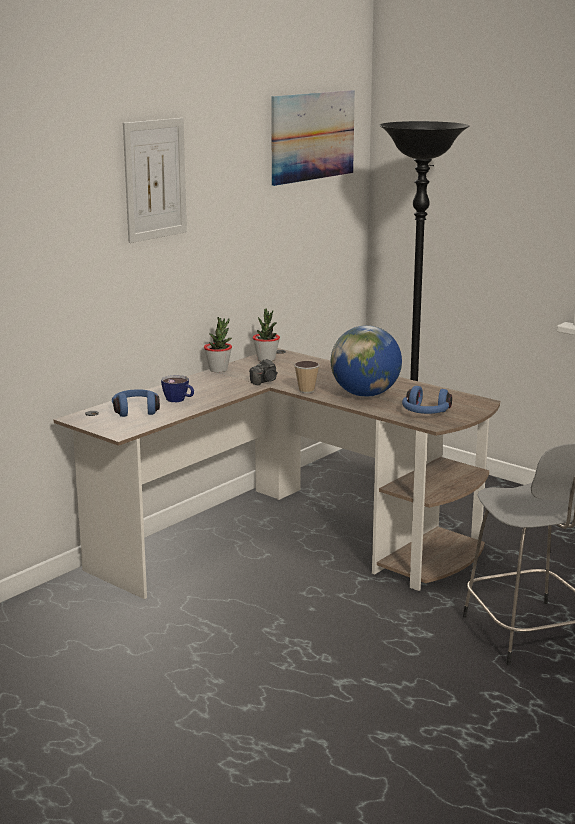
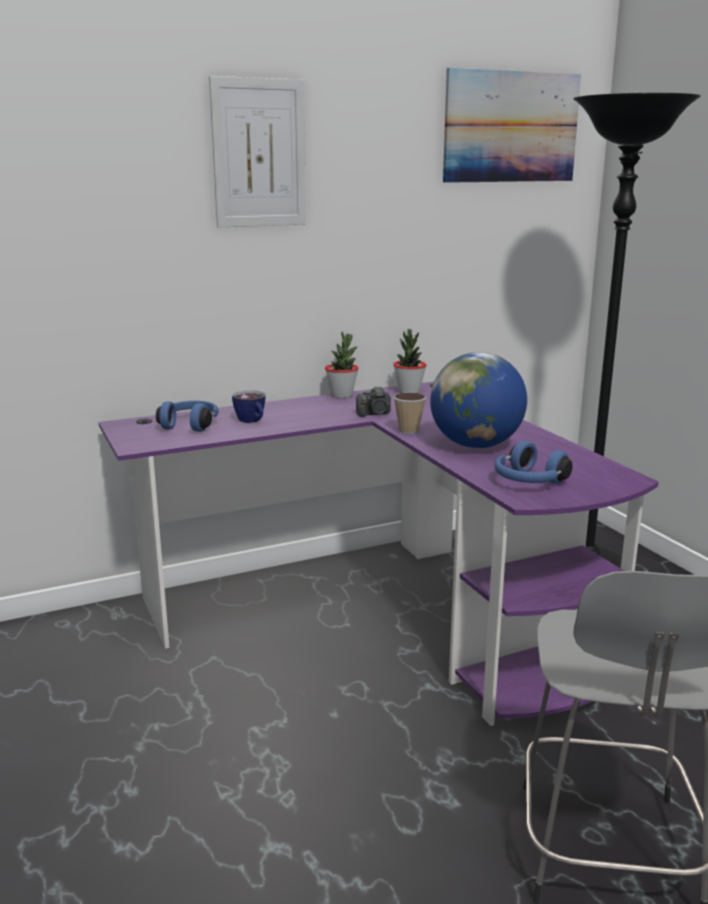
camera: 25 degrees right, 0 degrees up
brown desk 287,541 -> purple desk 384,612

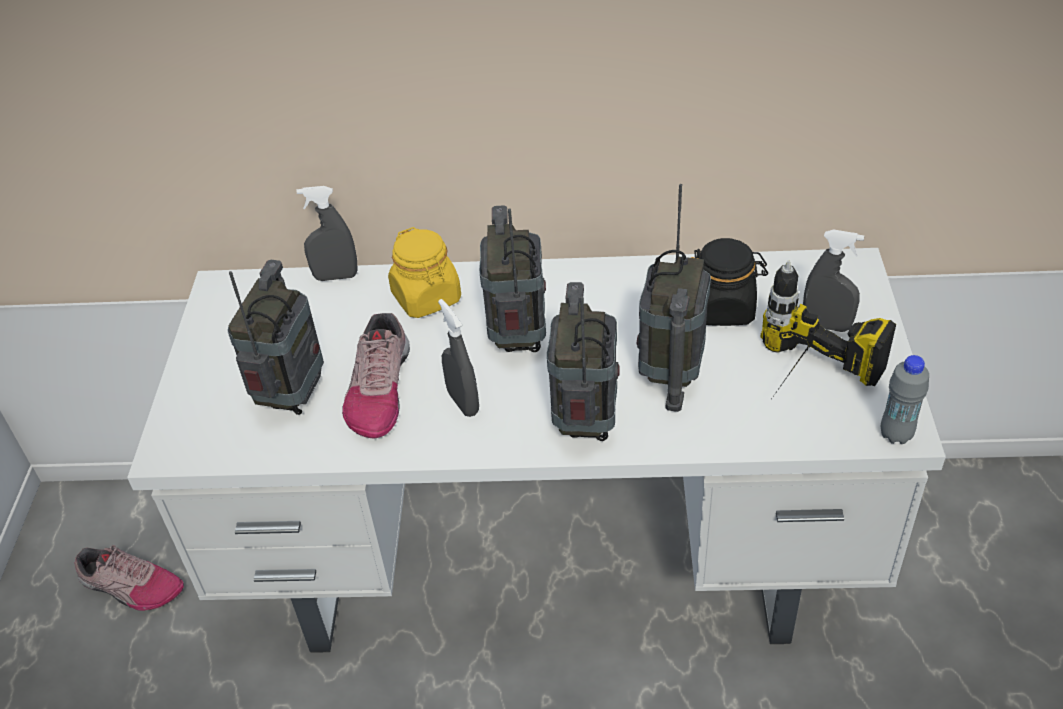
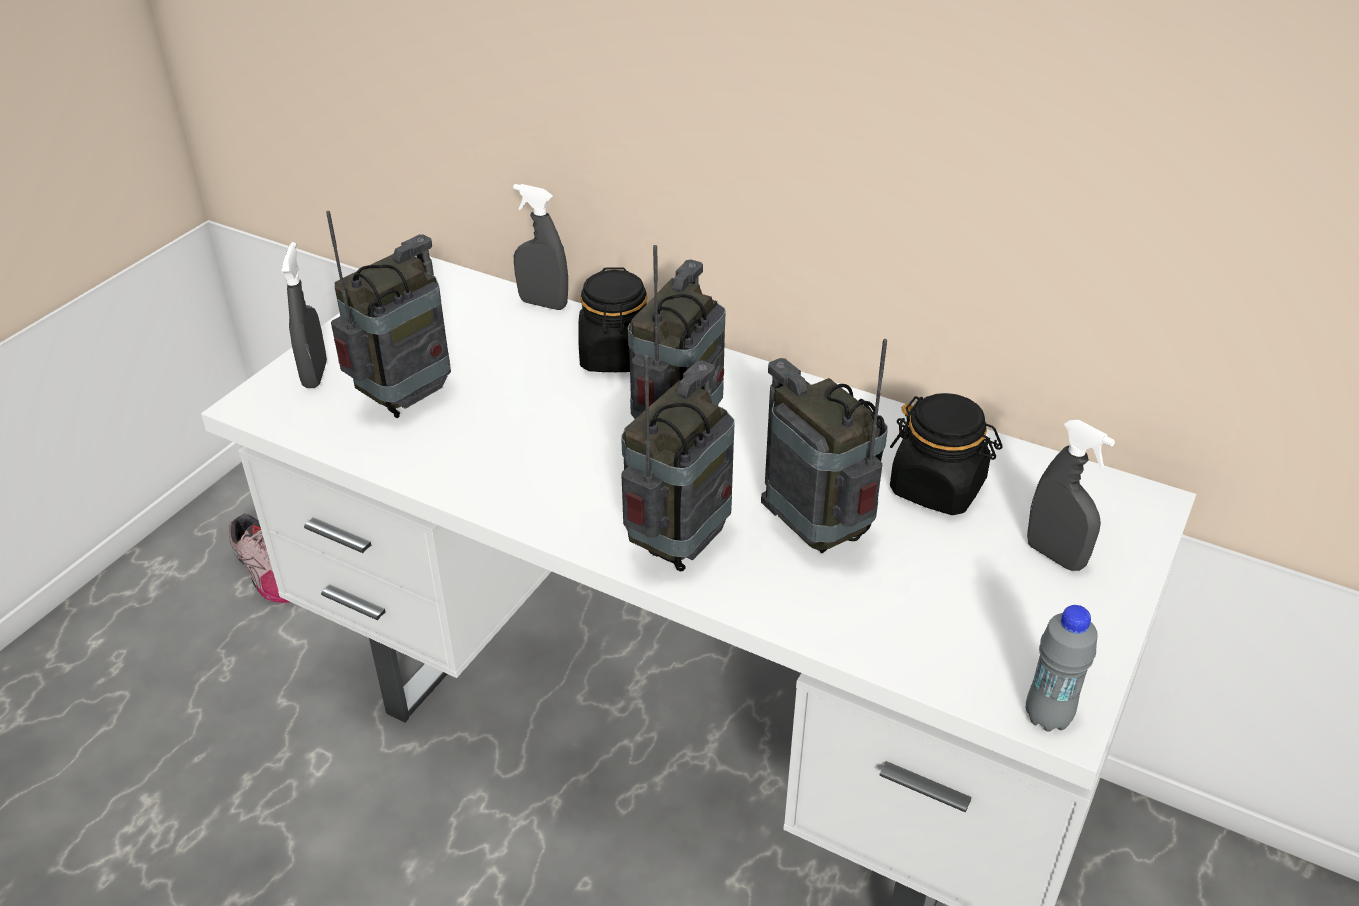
camera: 25 degrees right, 5 degrees down
radio 670,373 -> radio 817,533, 105 degrees clockwise
yellow jar 427,298 -> black jar 616,356
power drill 800,388 -> none
grey spray bottle 463,403 -> grey spray bottle 315,375, moved
shoe 379,389 -> none

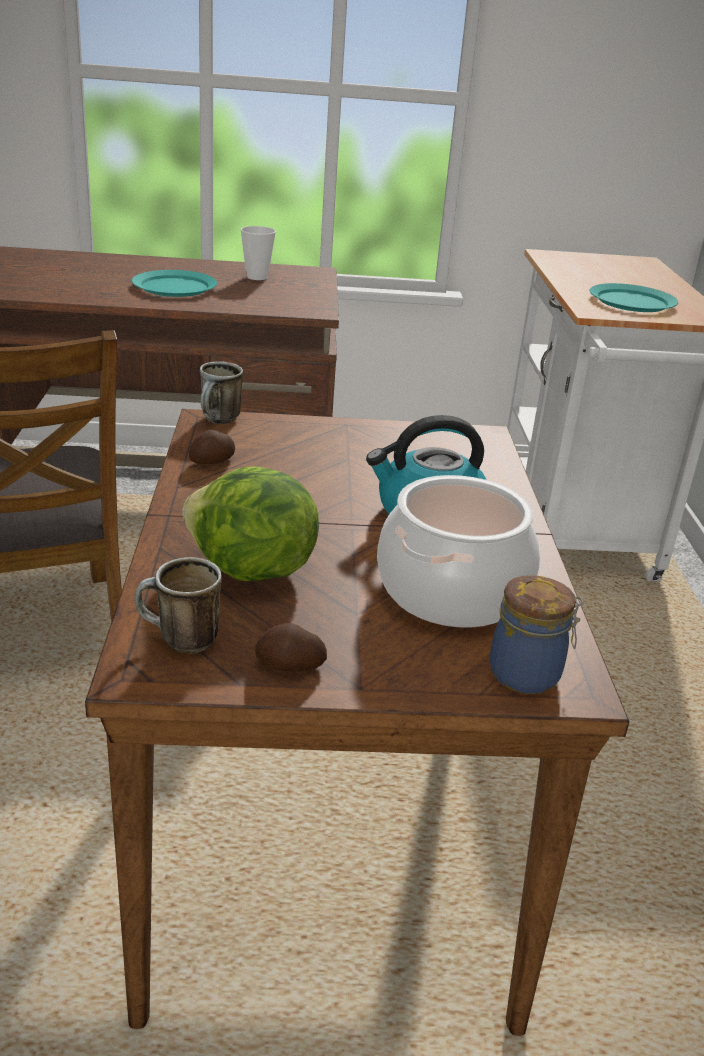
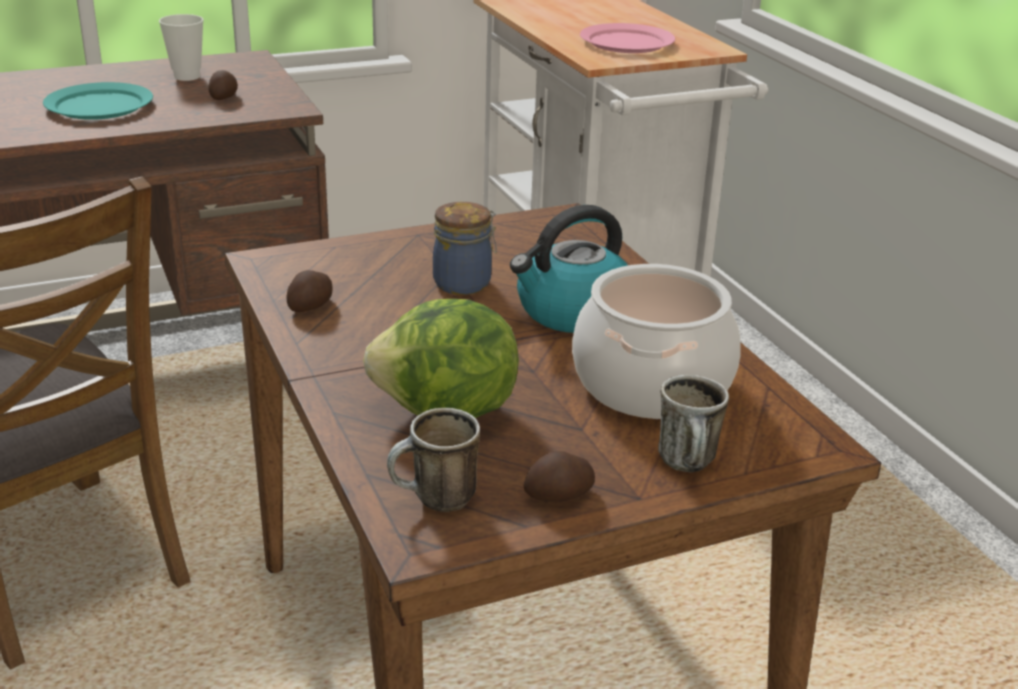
camera: 20 degrees left, 0 degrees up
turquoise plate 632,302 -> pink plate 627,42
mug 219,421 -> mug 690,466, moved
jar 527,674 -> jar 464,283, moved
none -> potato 225,97

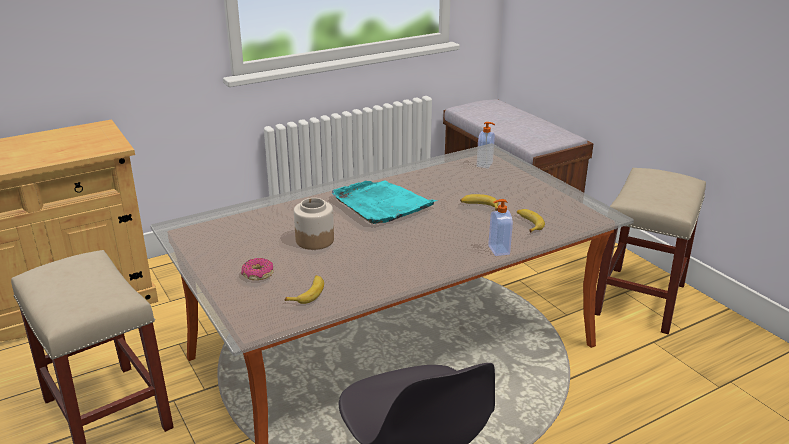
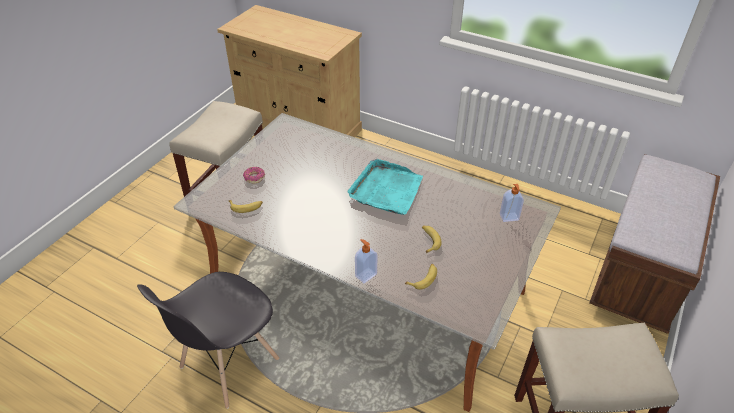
camera: 60 degrees right, 15 degrees up
jar 314,240 -> none

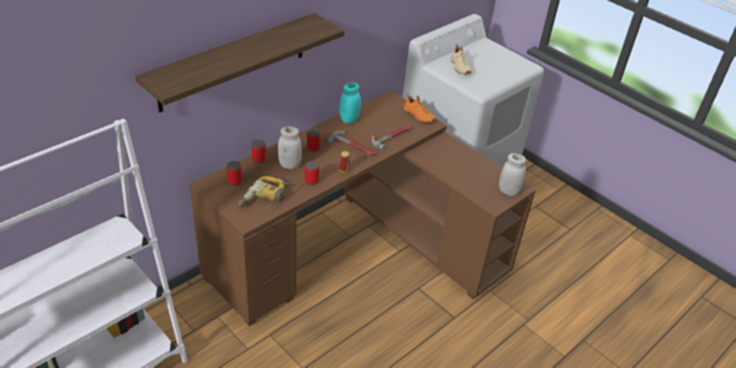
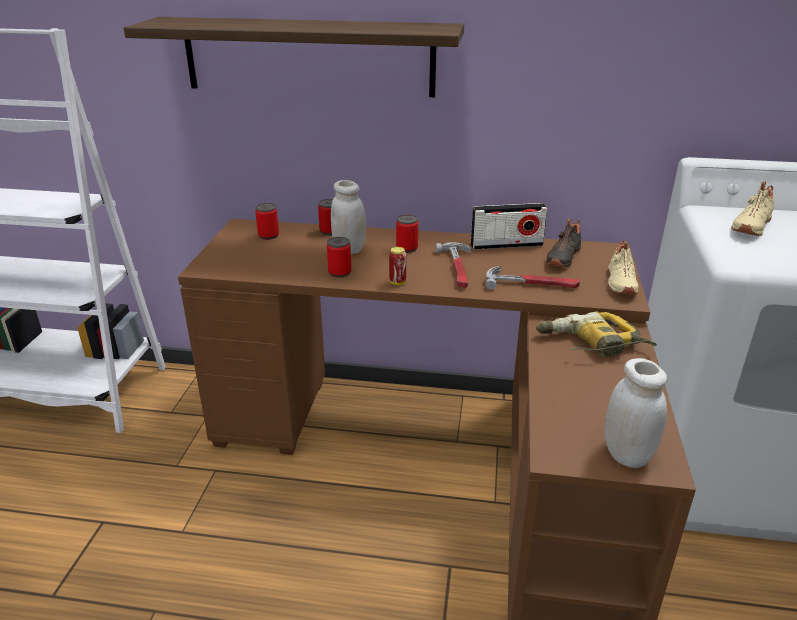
camera: 55 degrees right, 10 degrees down
turquoise jar 349,119 -> radio 506,245
orange shoe 418,116 -> beige shoe 619,282
power drill 267,198 -> power drill 591,344, moved
none -> black shoe 562,257

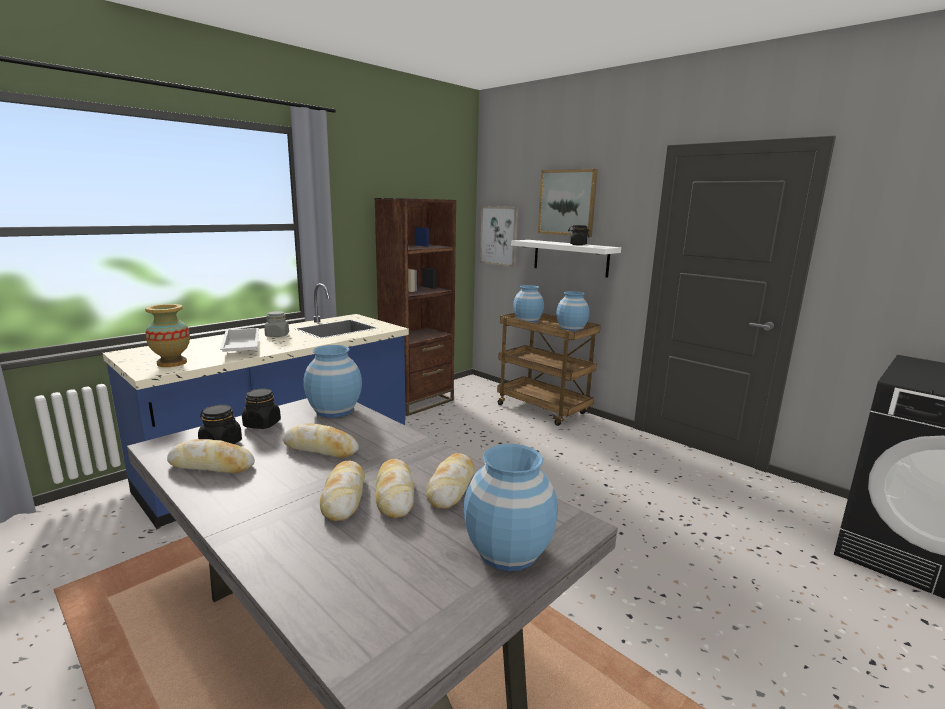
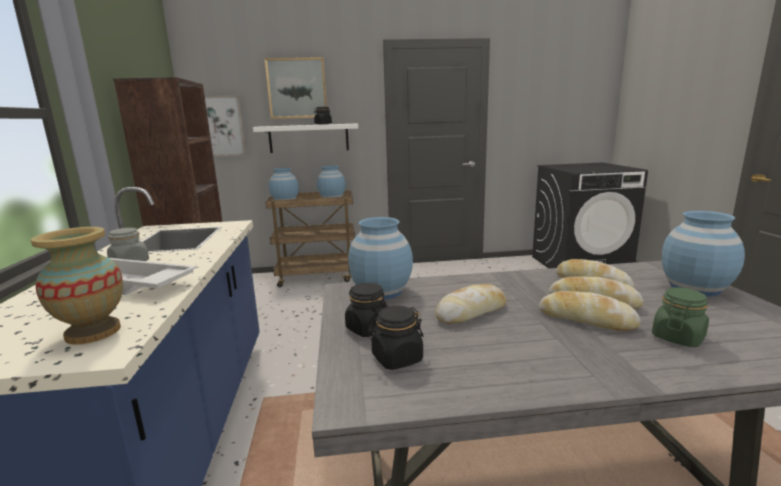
camera: 50 degrees left, 0 degrees up
bread 212,465 -> none
none -> green jar 678,337

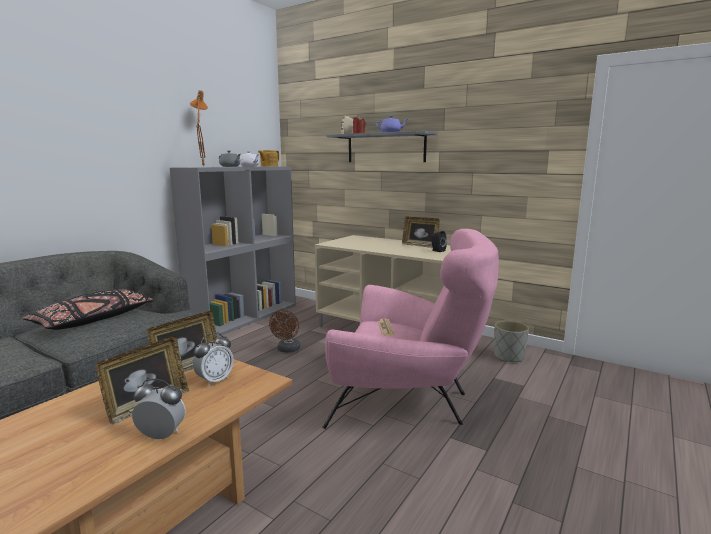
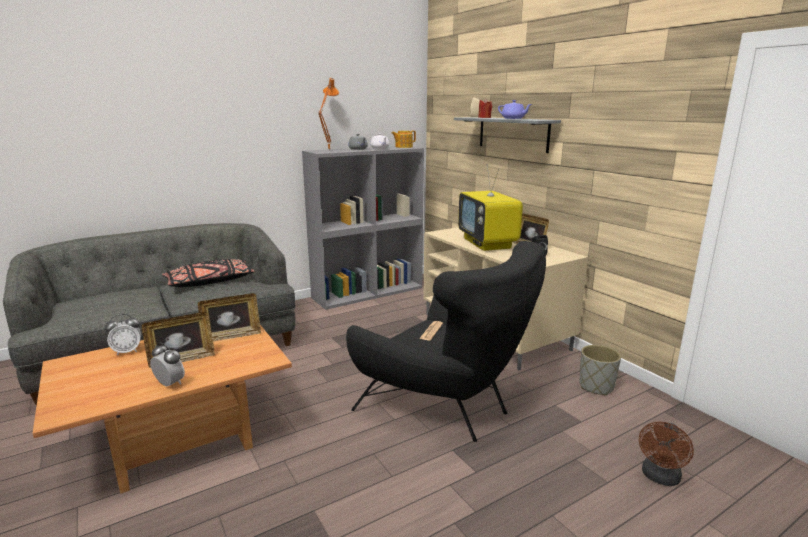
camera: 25 degrees right, 5 degrees up
pink armchair 410,400 -> black armchair 448,405
brown fan 287,350 -> brown fan 660,478, moved
alarm clock 215,380 -> alarm clock 127,351, moved
none -> television 488,243

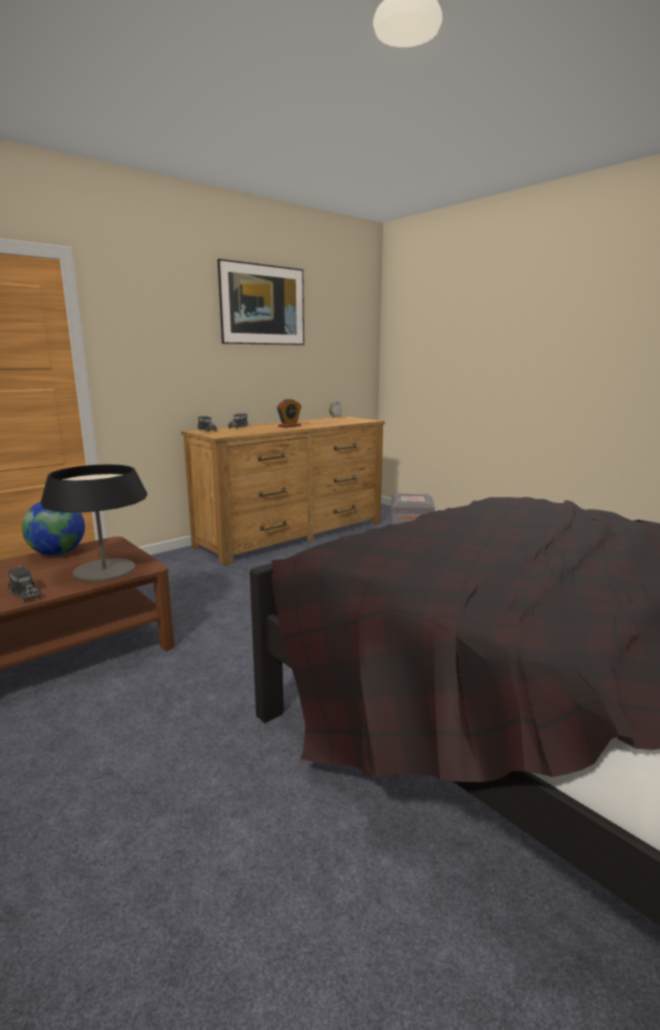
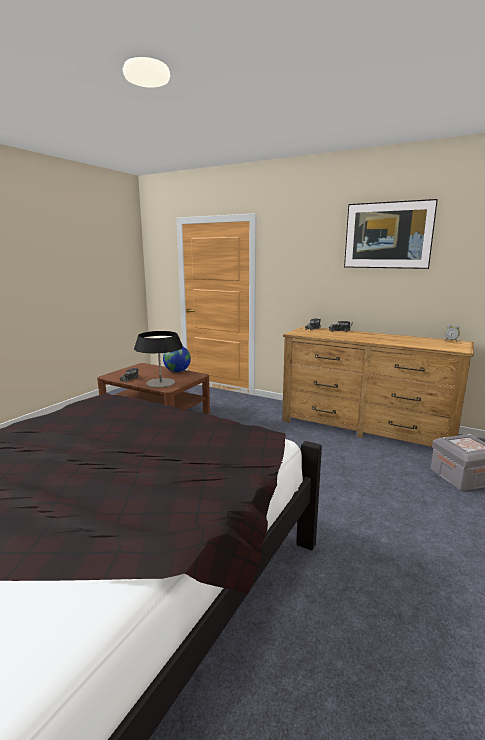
camera: 70 degrees right, 0 degrees up
alarm clock 289,426 -> none

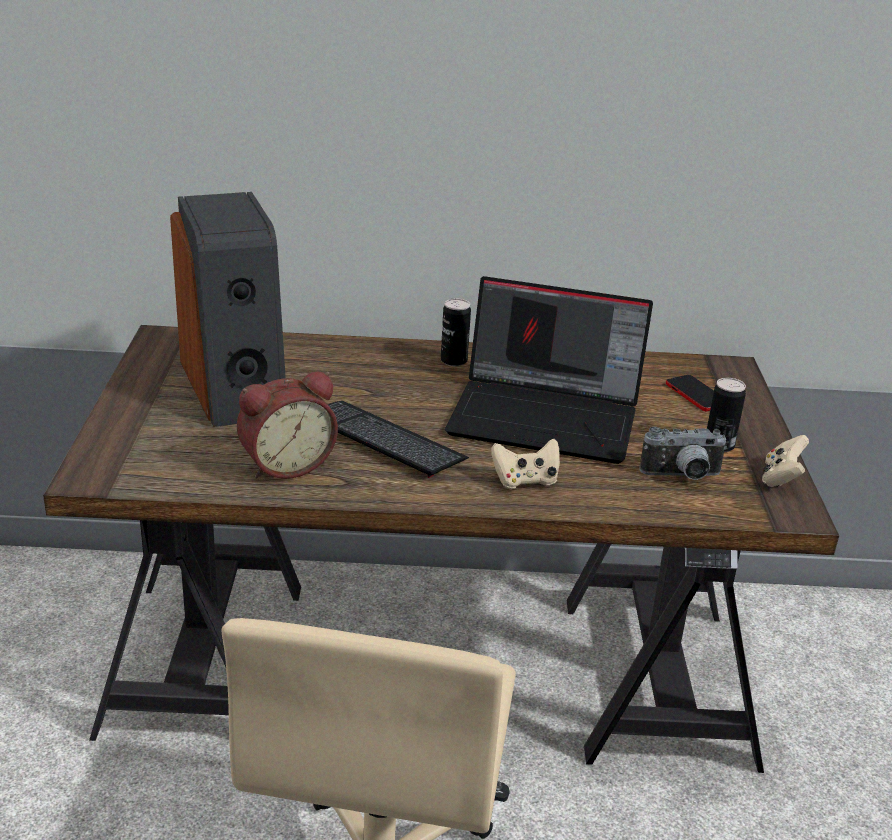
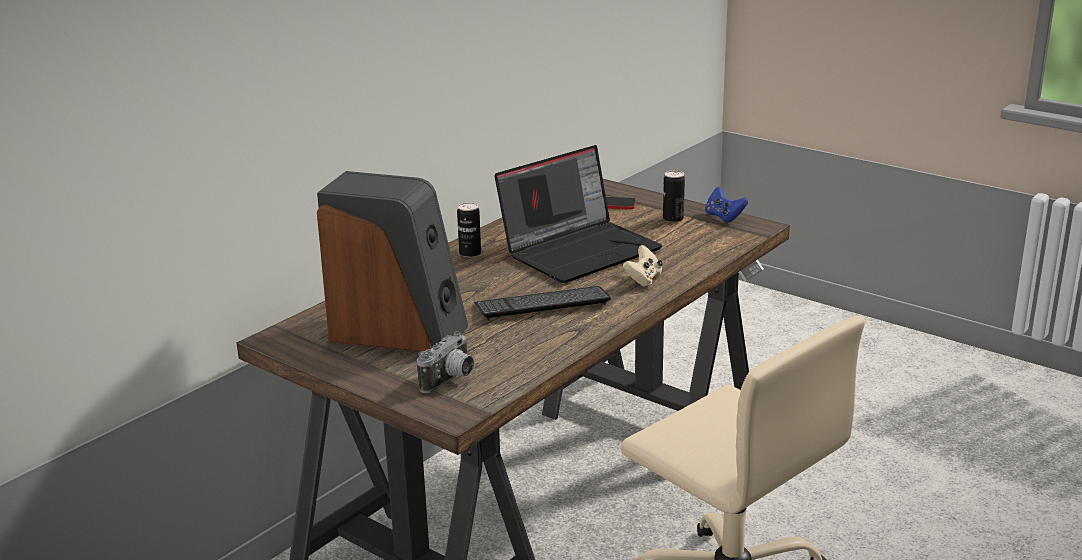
camera: 50 degrees left, 5 degrees down
alarm clock 286,464 -> none
photo camera 682,477 -> photo camera 451,380, moved
beige game controller 781,478 -> blue game controller 724,217

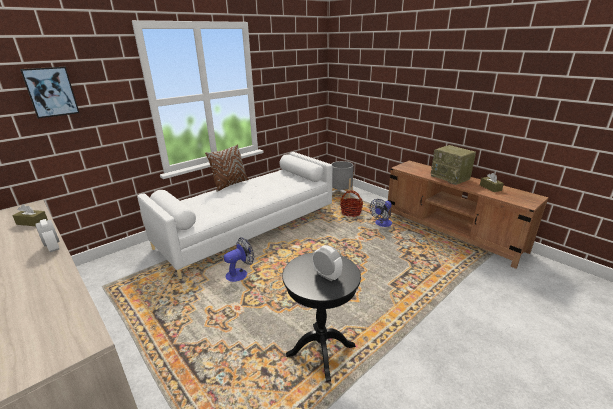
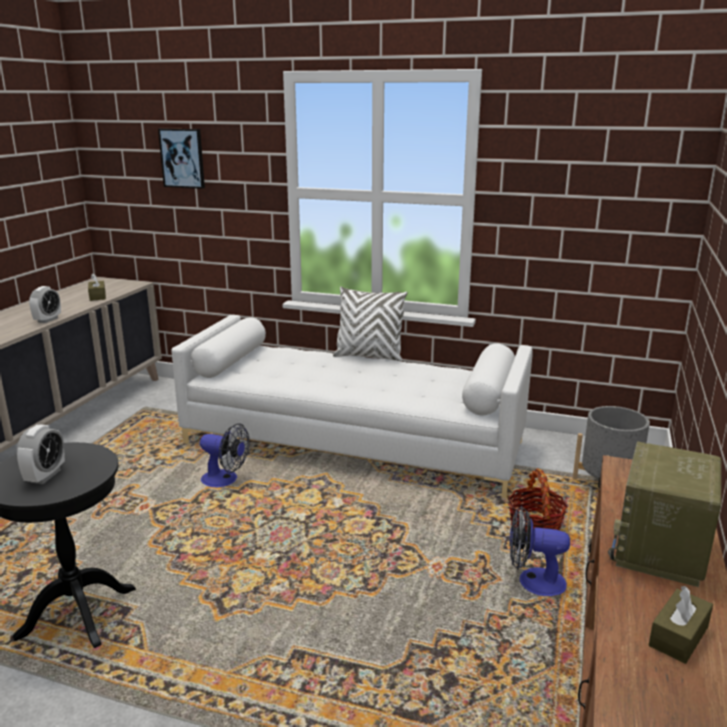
camera: 60 degrees right, 5 degrees down
brown pillow 230,184 -> white pillow 369,356

